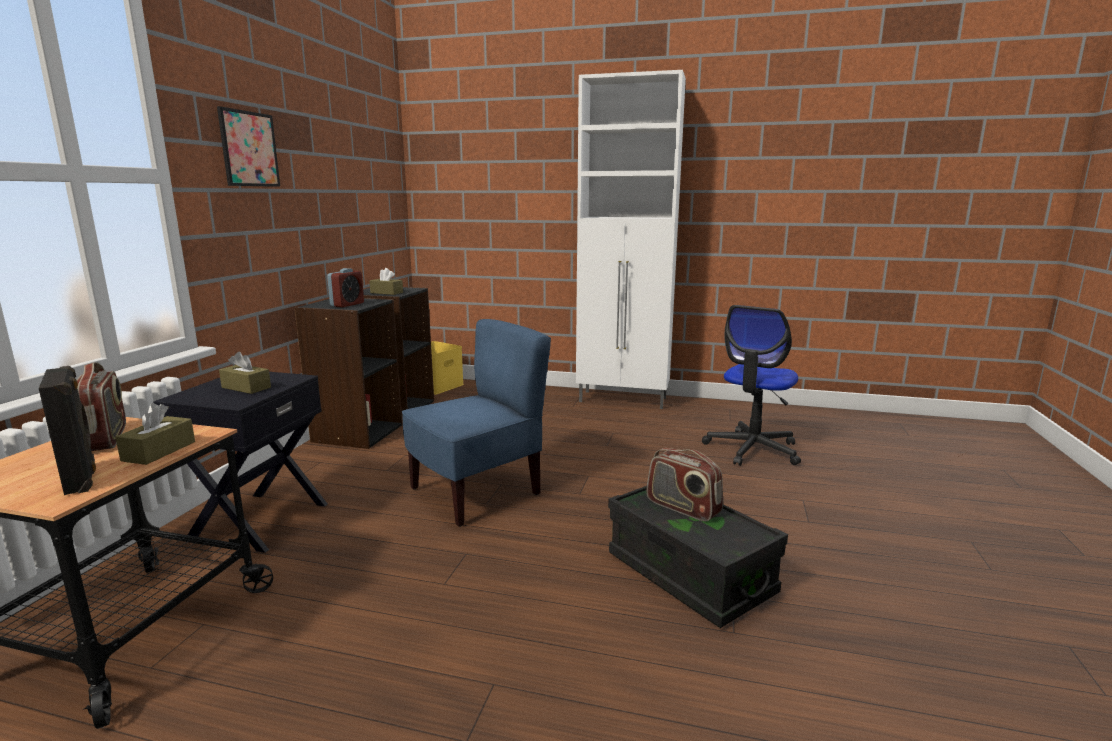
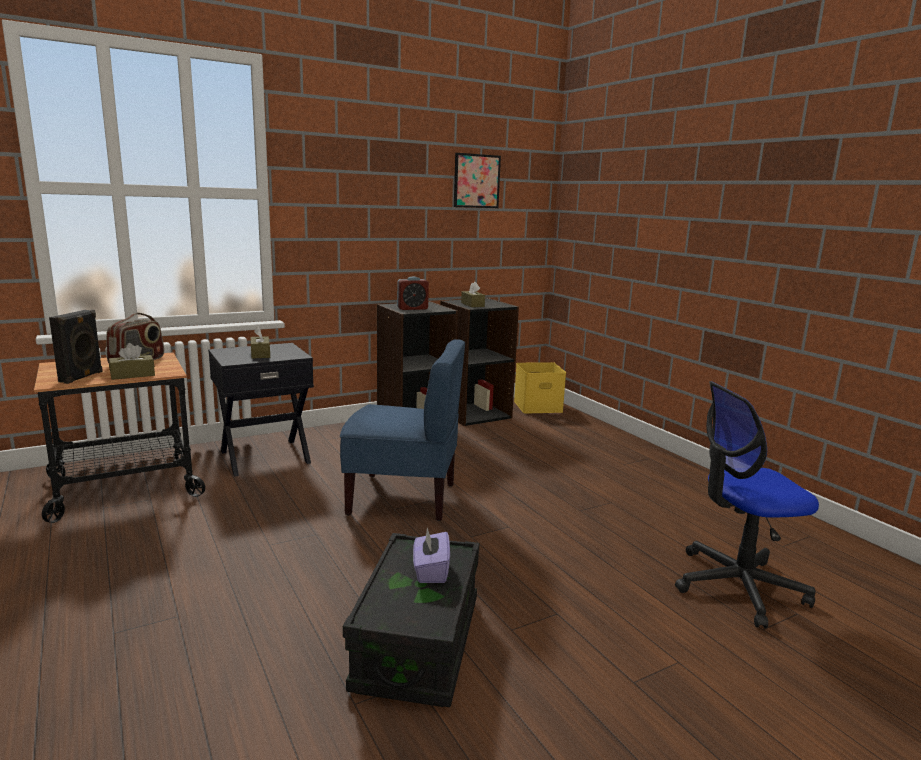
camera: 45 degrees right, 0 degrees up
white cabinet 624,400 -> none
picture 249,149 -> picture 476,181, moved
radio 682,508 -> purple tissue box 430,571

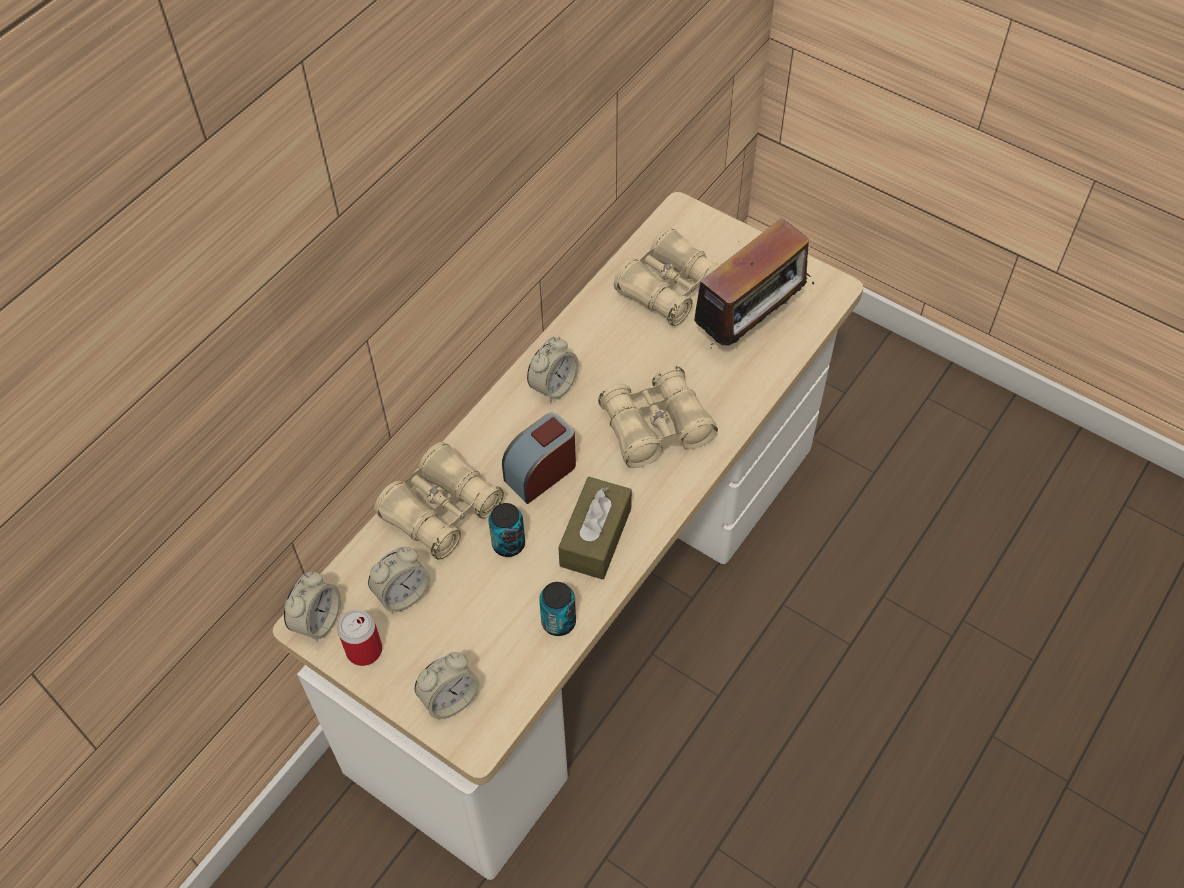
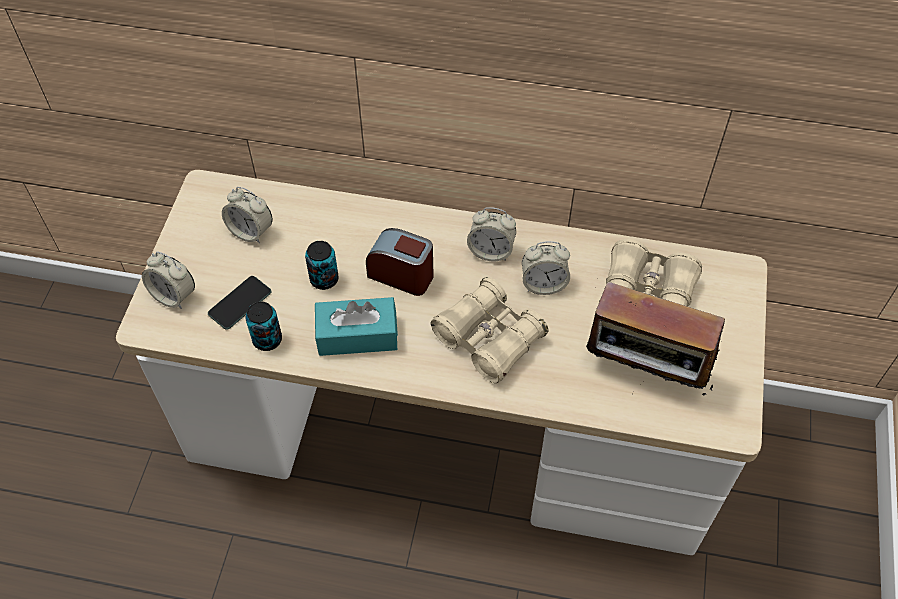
camera: 65 degrees right, 0 degrees up
beige binoculars 441,511 -> none
brown tissue box 595,537 -> turquoise tissue box 357,335
alarm clock 317,621 -> alarm clock 543,284, moved
can 364,650 -> none
none -> phone 240,303

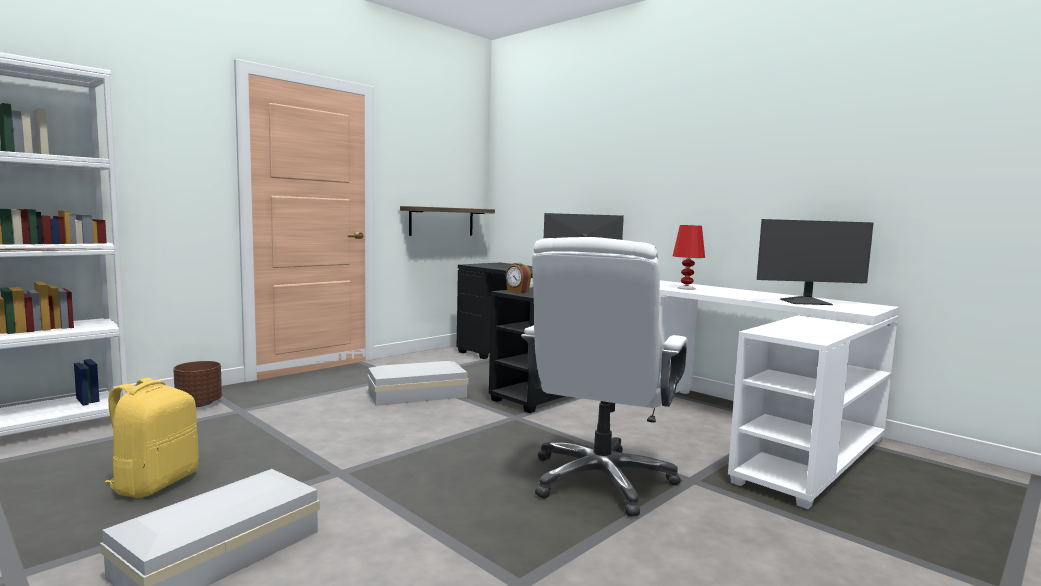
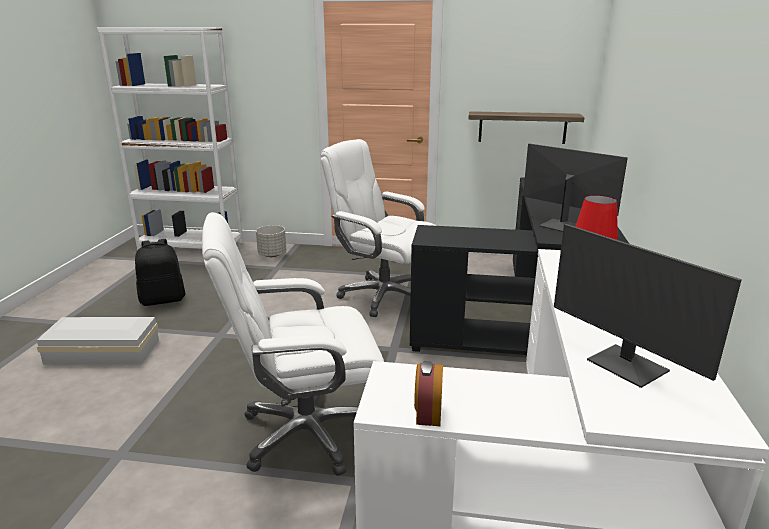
camera: 55 degrees right, 15 degrees up
alarm clock 517,291 -> alarm clock 428,414, moved
brown planter 198,404 -> grey planter 272,255
white storage box 415,394 -> white office chair 383,296
yellow backpack 155,483 -> black backpack 163,300

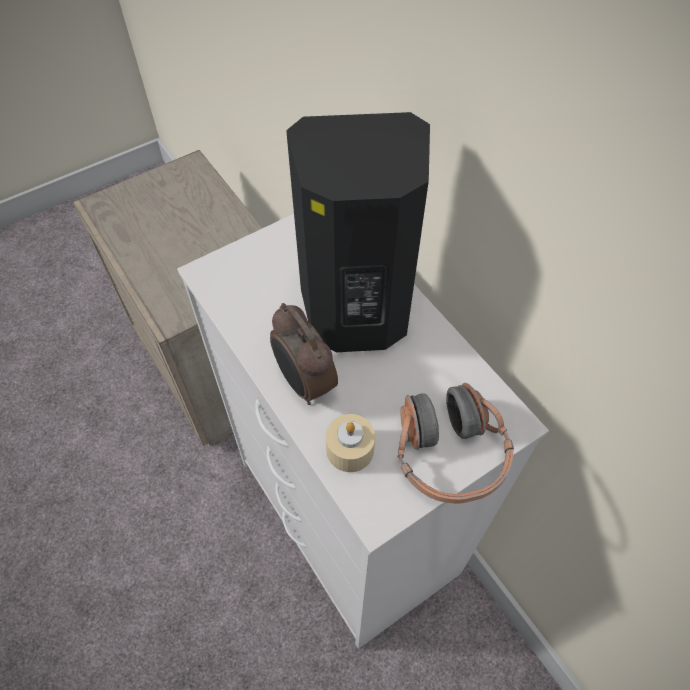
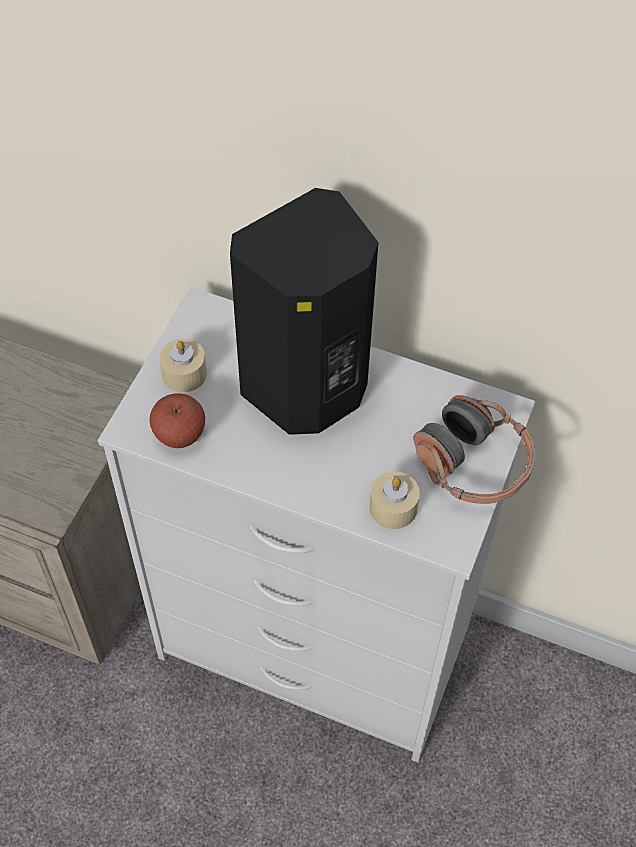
camera: 35 degrees left, 0 degrees up
alarm clock 304,383 -> none
none -> beige candle 184,374
none -> apple 180,435

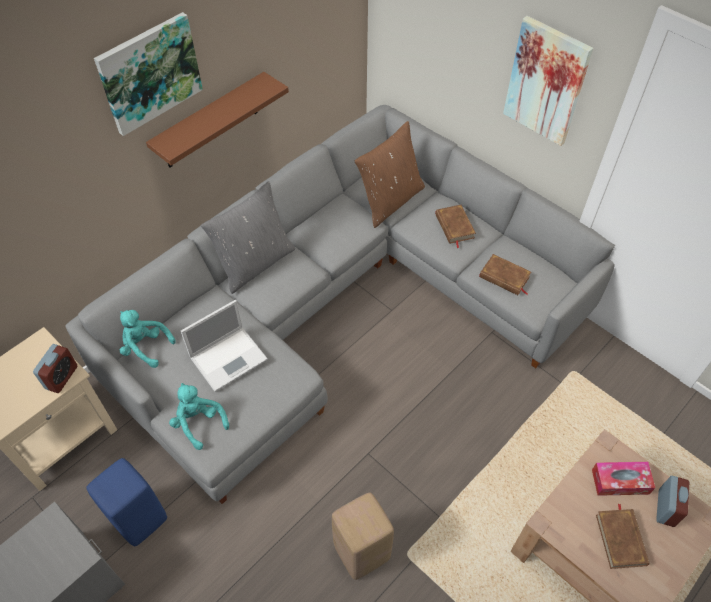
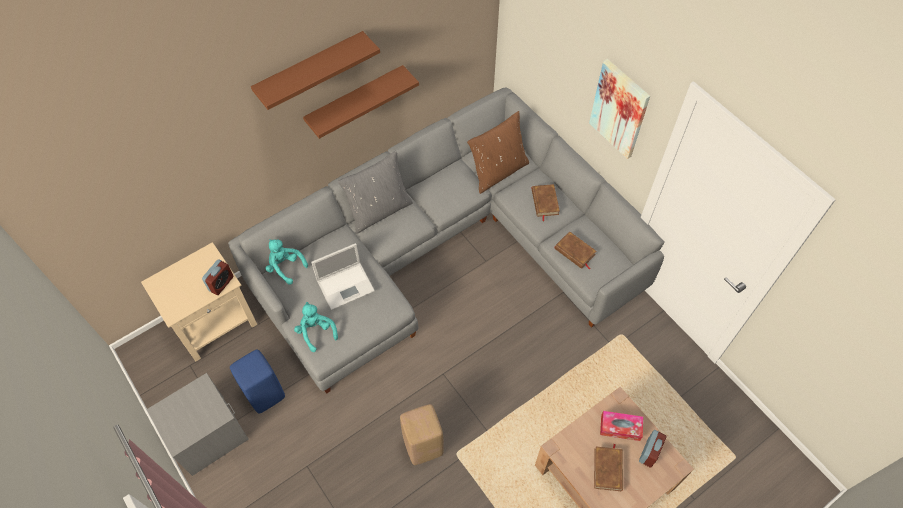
camera: 10 degrees right, 5 degrees up
picture 149,73 -> brown shelf 310,71

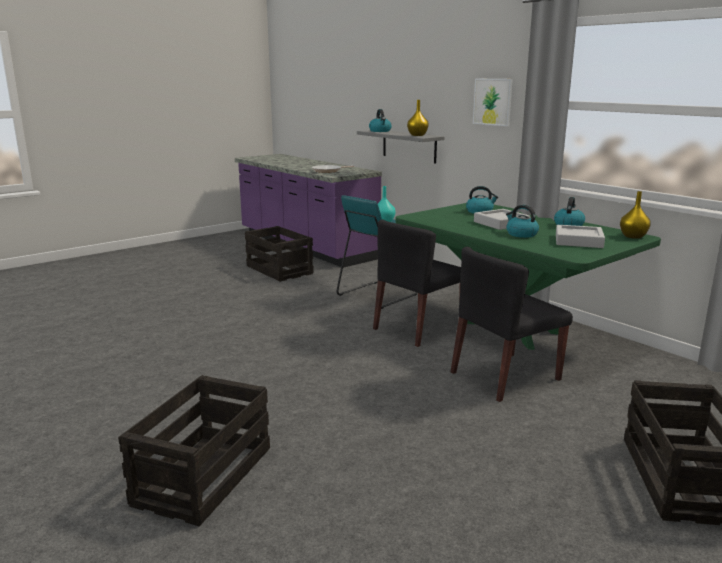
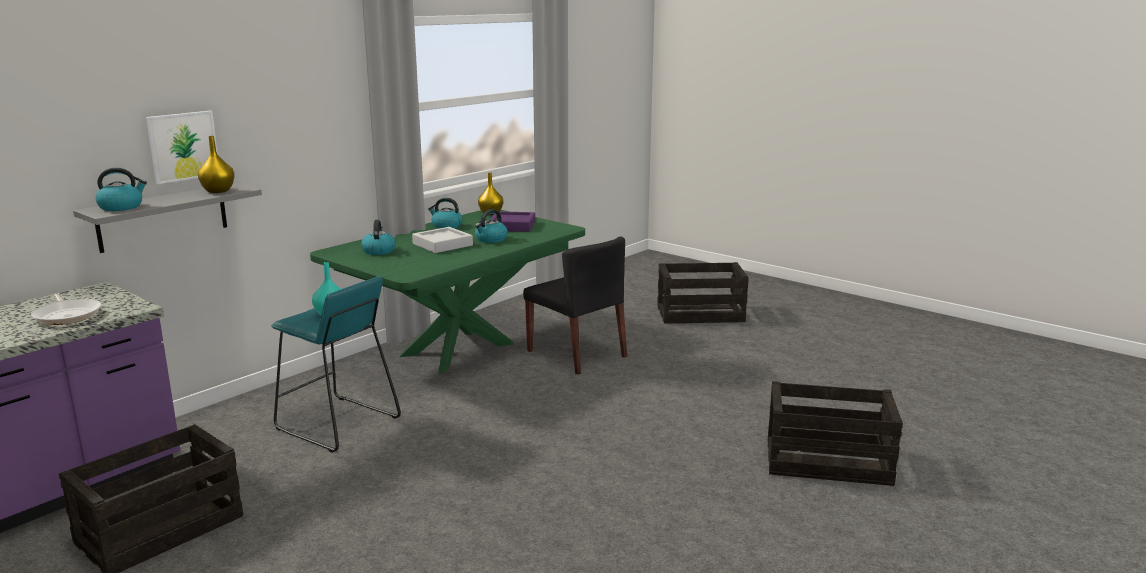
camera: 100 degrees left, 0 degrees up
picture 492,102 -> picture 183,146, moved
black chair 418,328 -> none
grey tray 578,241 -> purple tray 512,226

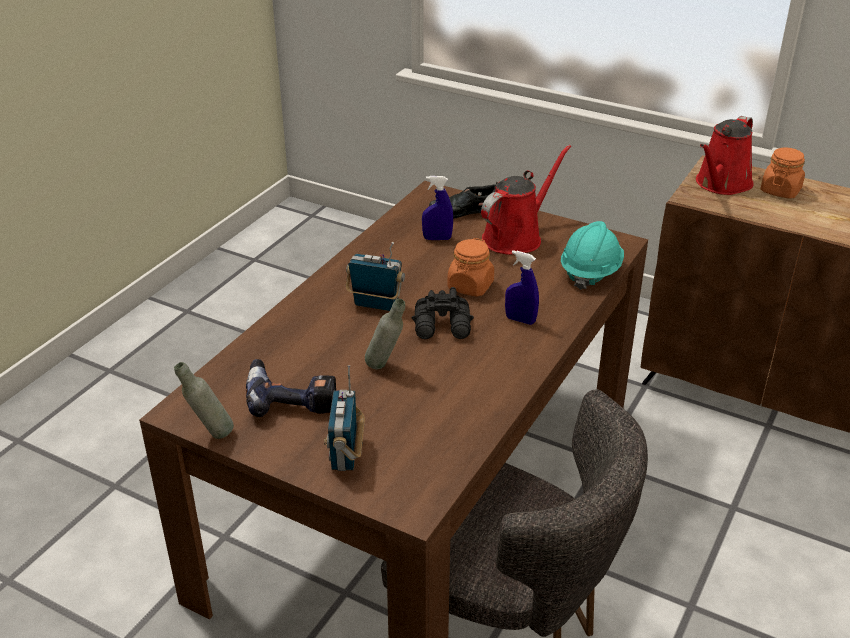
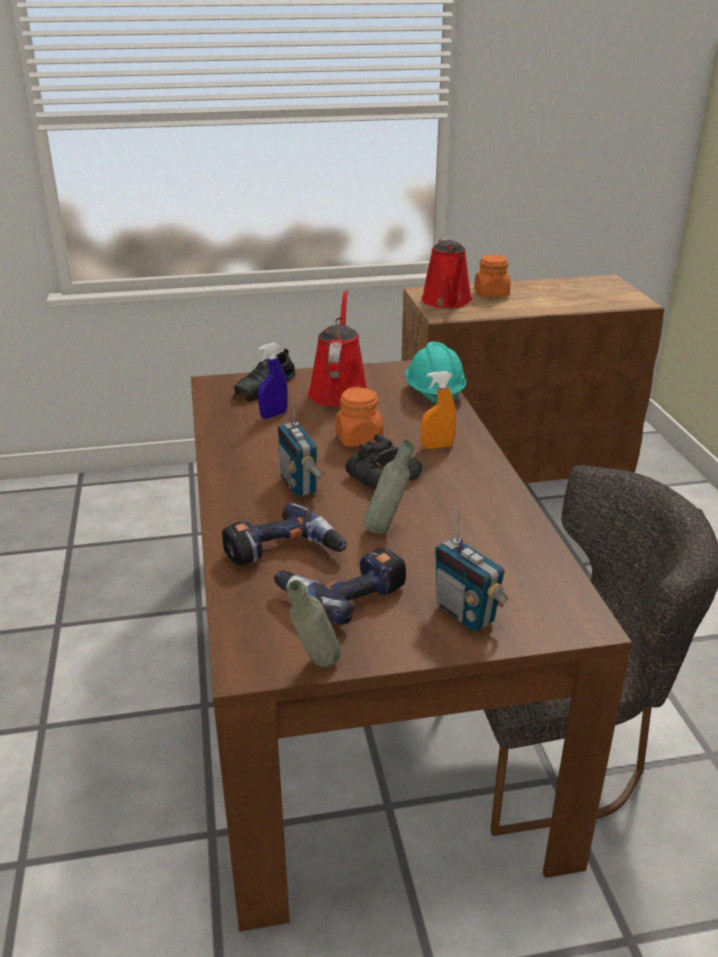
camera: 40 degrees left, 5 degrees down
radio 376,304 -> radio 299,485, 90 degrees counterclockwise
blue spray bottle 520,320 -> orange spray bottle 437,446
none -> power drill 283,554

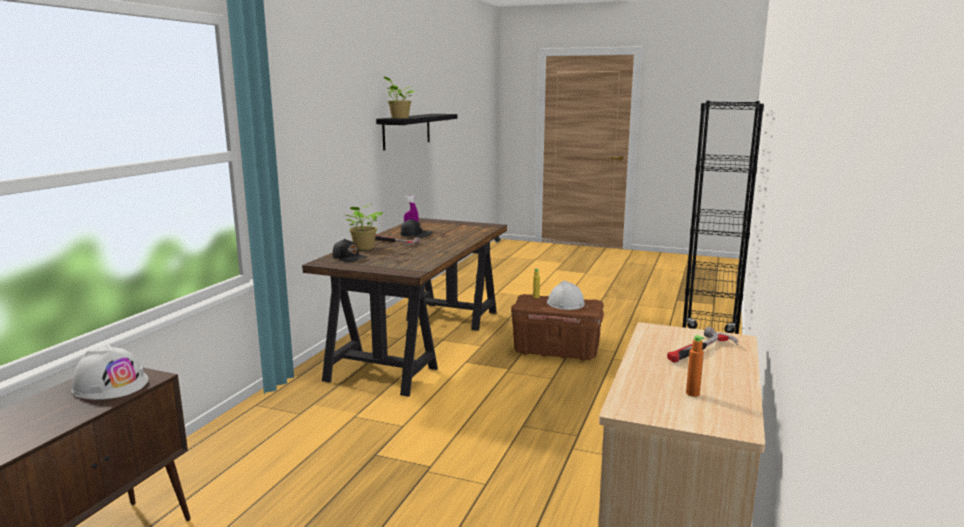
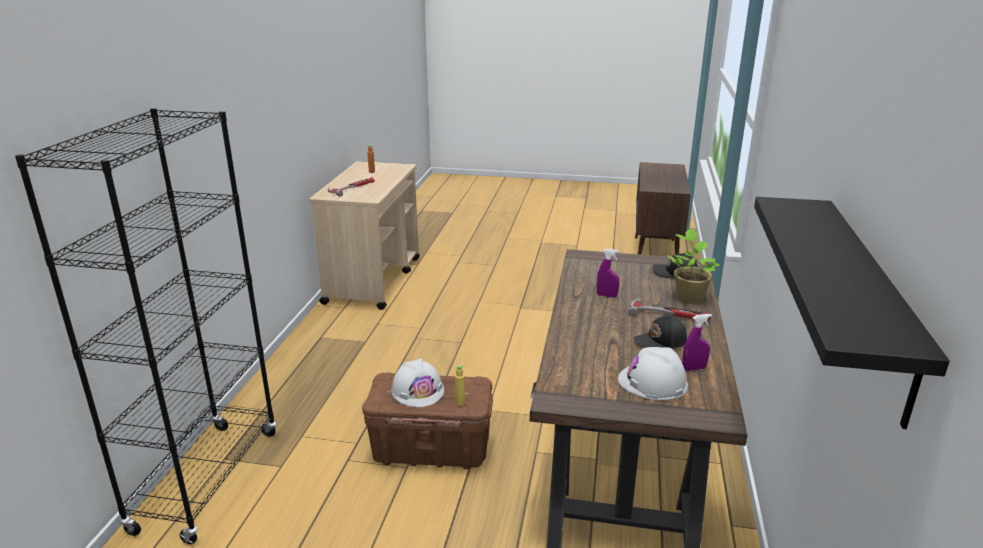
camera: 170 degrees right, 10 degrees up
potted plant 399,118 -> none
white hard hat 111,384 -> white hard hat 653,382, moved
none -> purple spray bottle 606,295

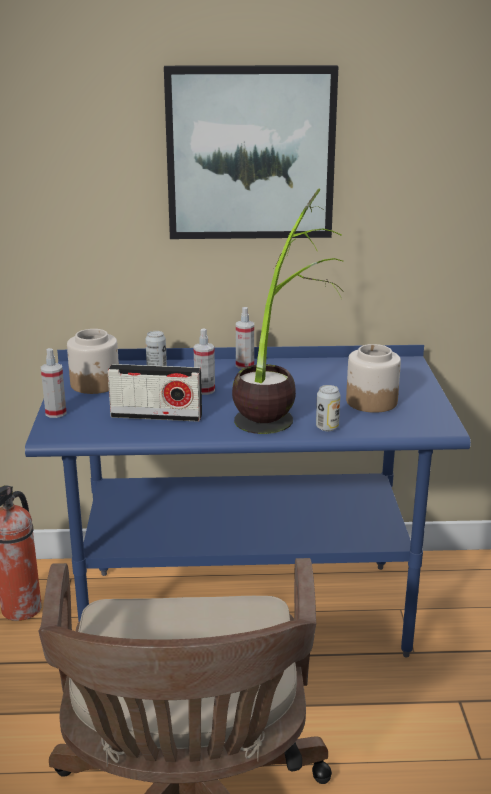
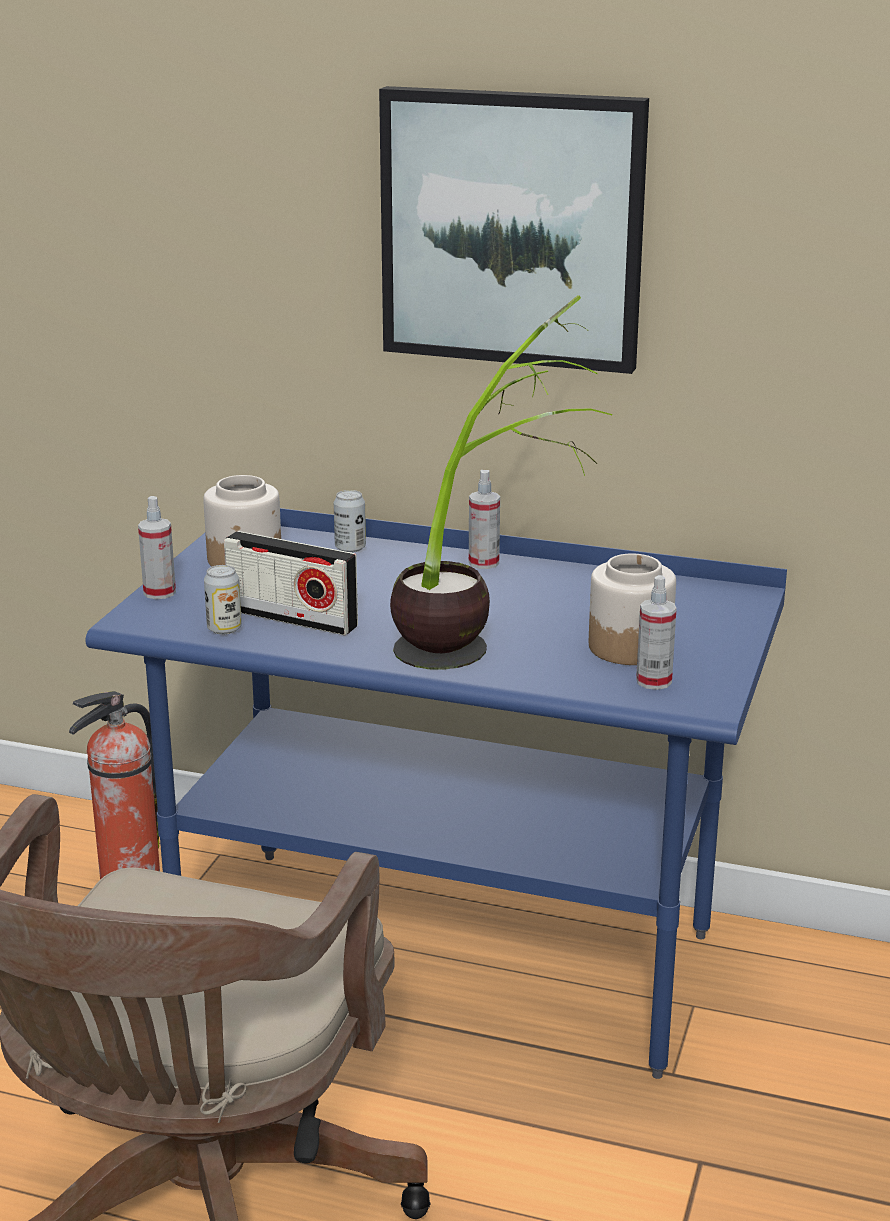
camera: 20 degrees right, 0 degrees up
spray bottle 204,390 -> spray bottle 653,681, moved
can 327,427 -> can 224,629, moved

